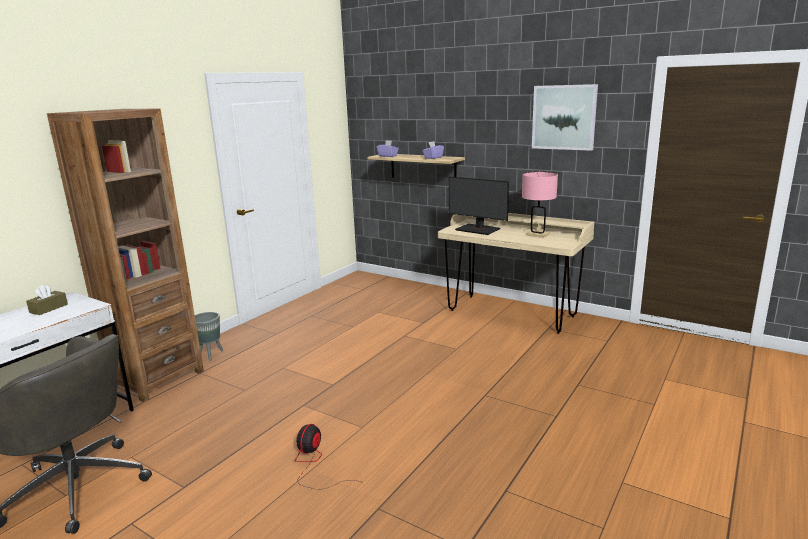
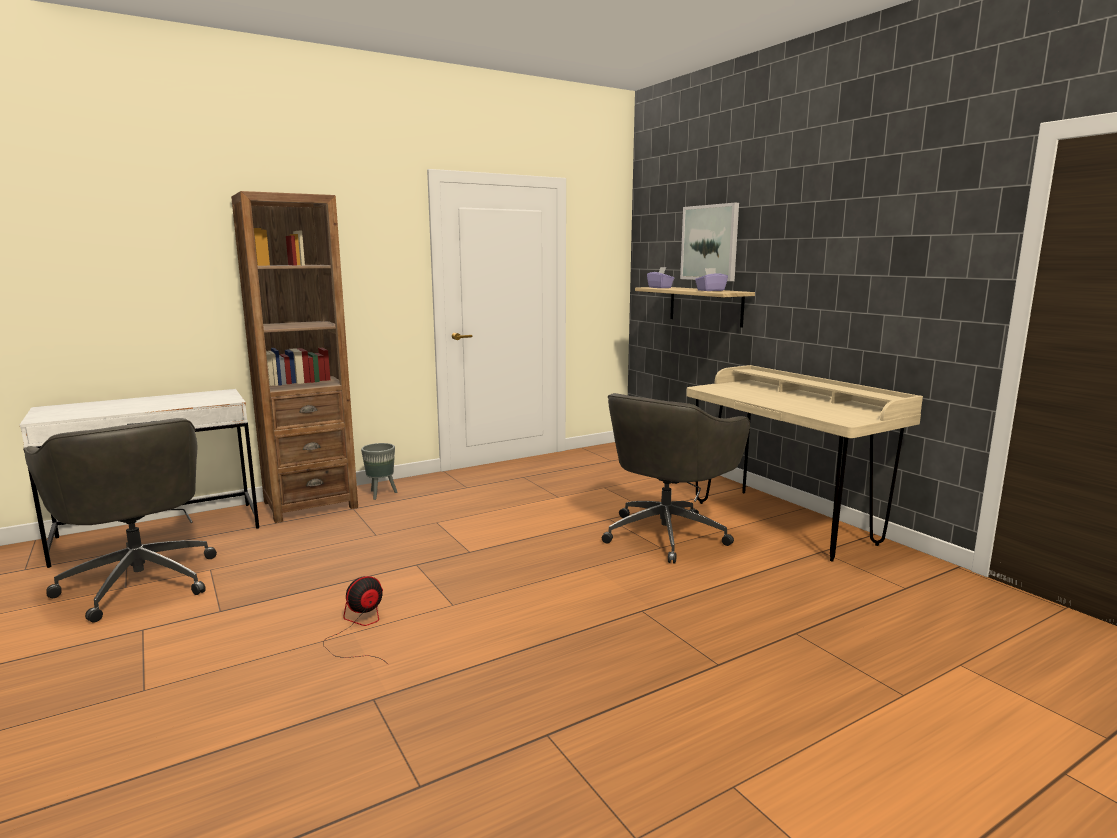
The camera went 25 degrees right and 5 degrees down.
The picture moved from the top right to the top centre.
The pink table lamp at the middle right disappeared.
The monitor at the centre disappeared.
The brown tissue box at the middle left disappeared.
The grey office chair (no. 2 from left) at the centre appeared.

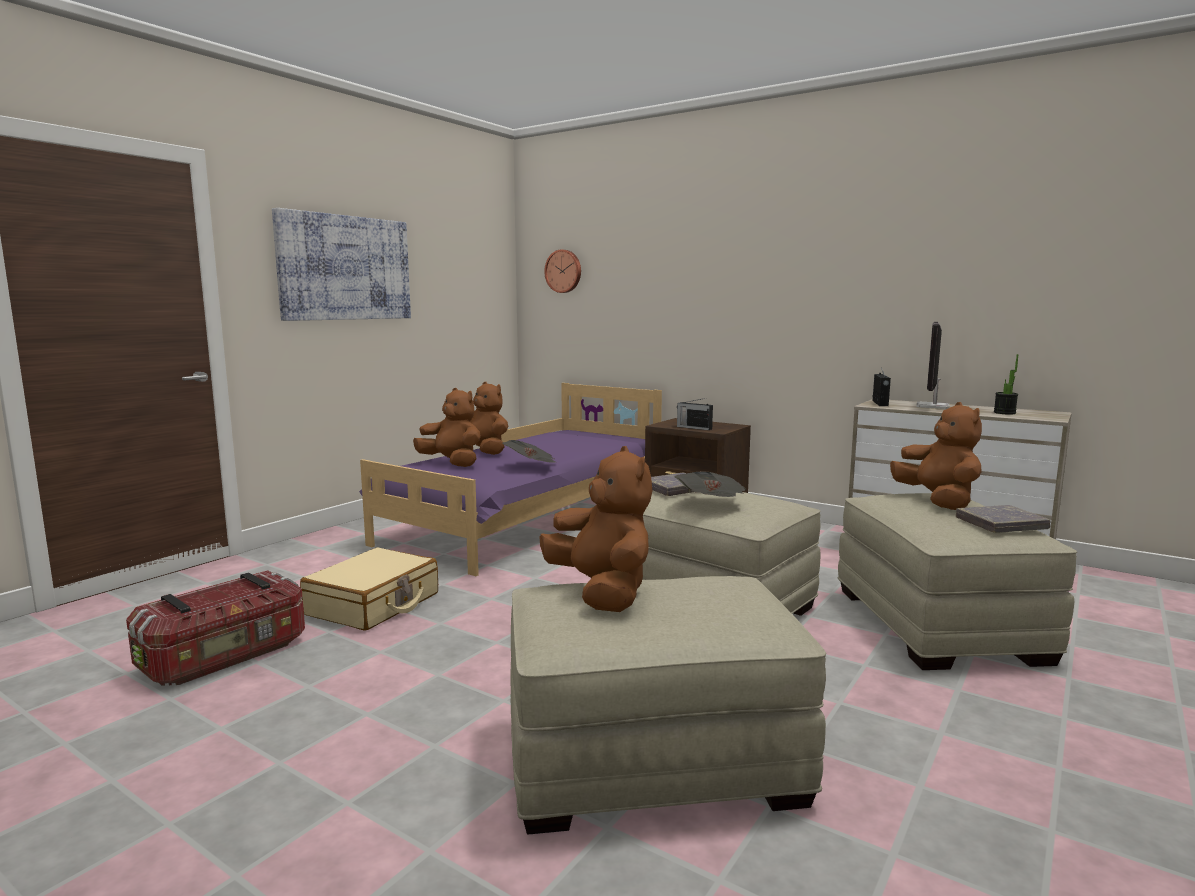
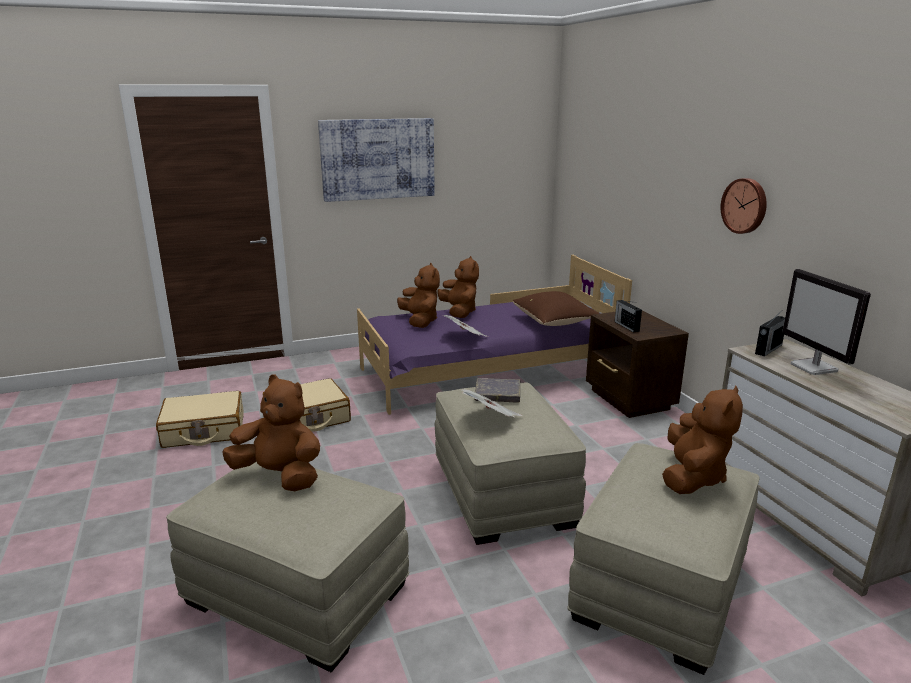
The camera went 35 degrees right and 10 degrees up.
The wall clock moved from the top centre to the top right.
The monitor at the middle right turned 75 degrees counterclockwise.
The potted plant at the middle right disappeared.
The brown plush toy (no. 3 from left in the first image) at the centre turned 75 degrees counterclockwise.
The grey book (no. 2 from left) at the middle right disappeared.
The storage box at the bottom left was replaced by the beige suitcase (no. 1 from left) at the middle left.
The brown pillow at the centre appeared.

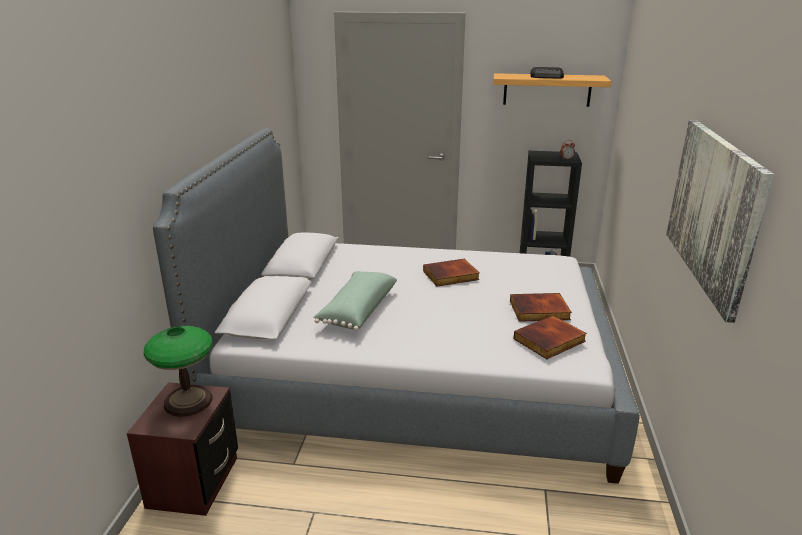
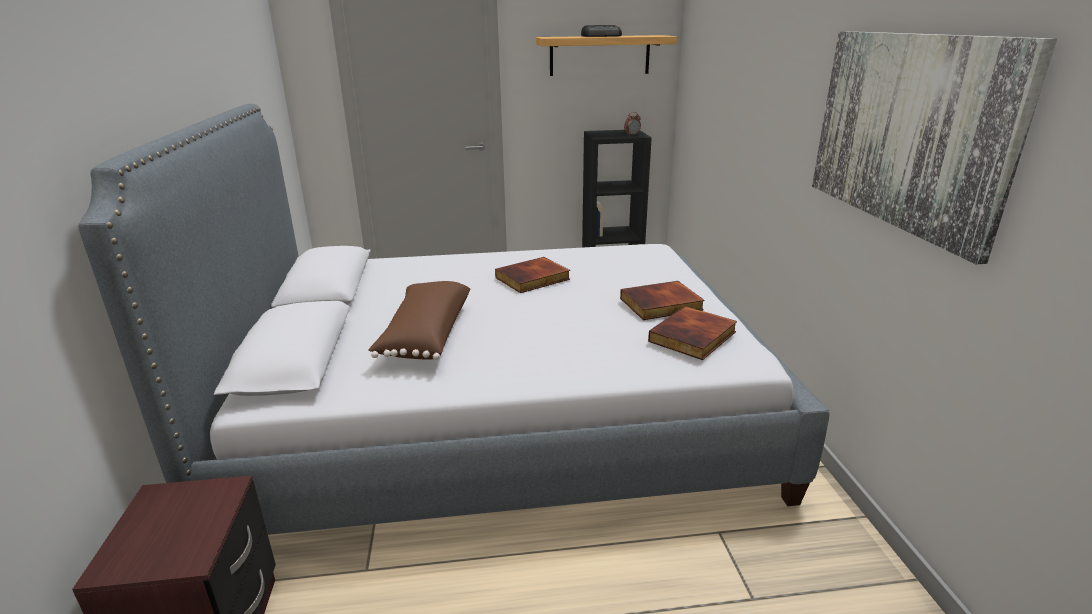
The camera went 15 degrees left and 0 degrees up.
The green pillow at the centre became the brown pillow at the centre.
The table lamp at the bottom left disappeared.

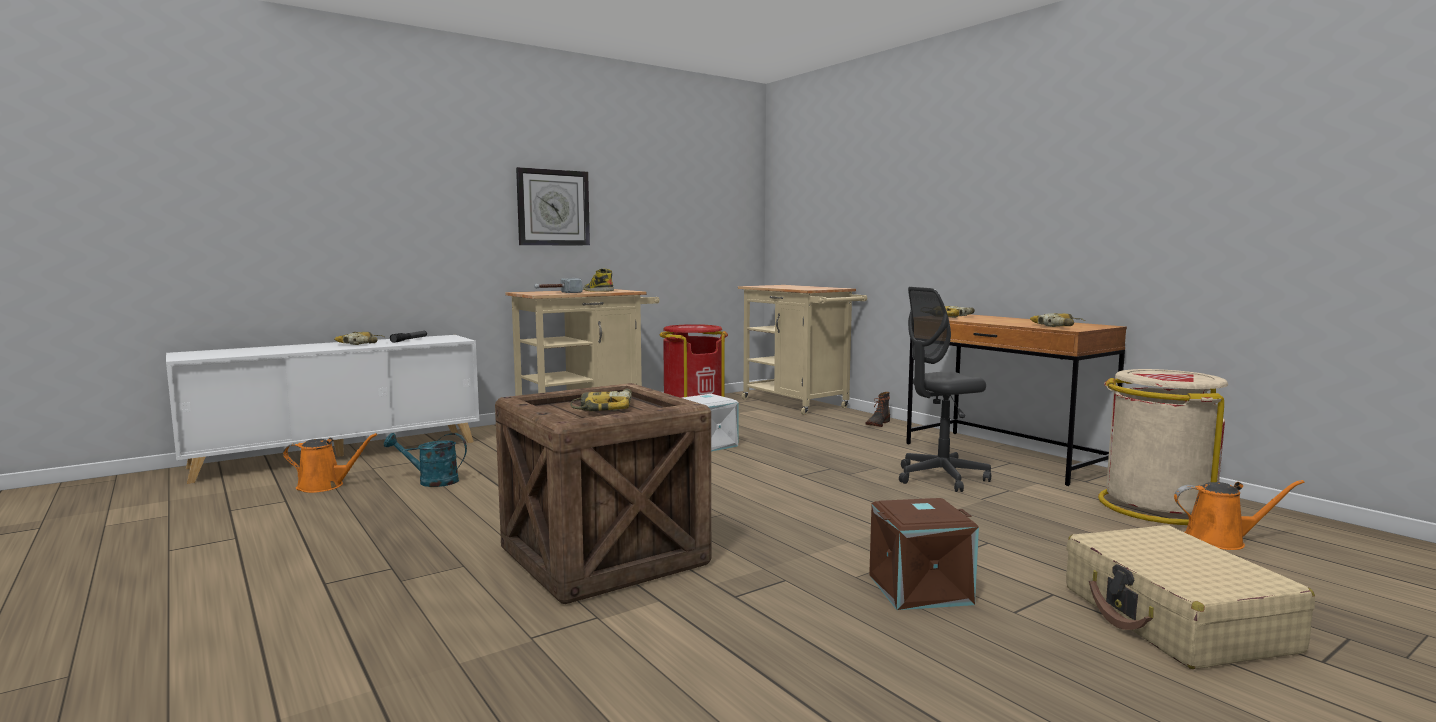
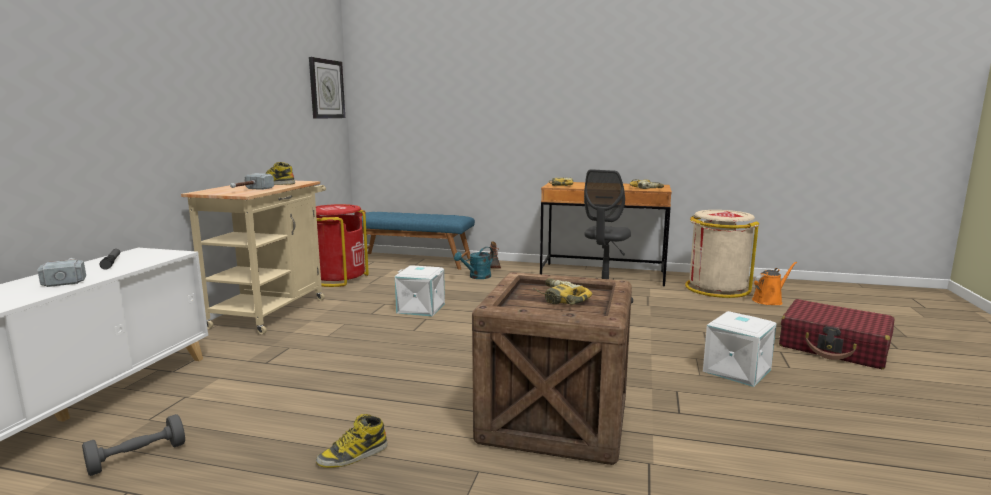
The camera went 40 degrees left and 5 degrees up.
The wall clock moved from the top centre to the top left.
The beige cart (no. 2 from left) at the centre was replaced by the blue bench at the centre.
The power drill (no. 1 from left) at the middle left was replaced by the hammer (no. 1 from left) at the middle left.
The orange watering can (no. 1 from left) at the middle left was replaced by the grey dumbbell at the bottom left.
The turquoise watering can moved from the middle left to the centre.
The brown storage box at the bottom centre became the white storage box (no. 2 from left) at the bottom right.
The beige suitcase at the bottom right became the red suitcase at the bottom right.
The boot (no. 2 from left) at the bottom centre appeared.

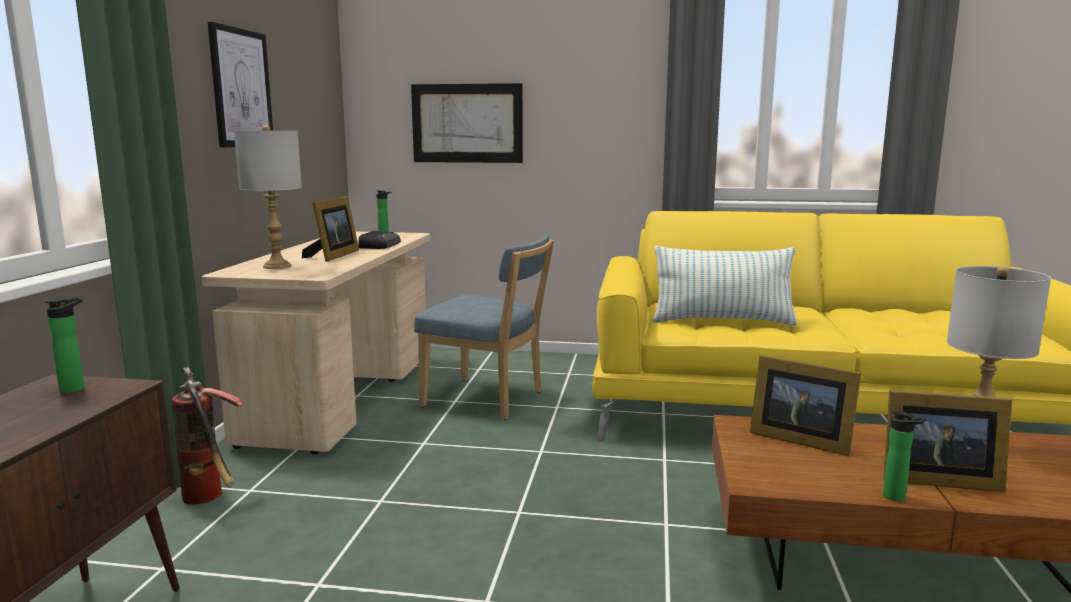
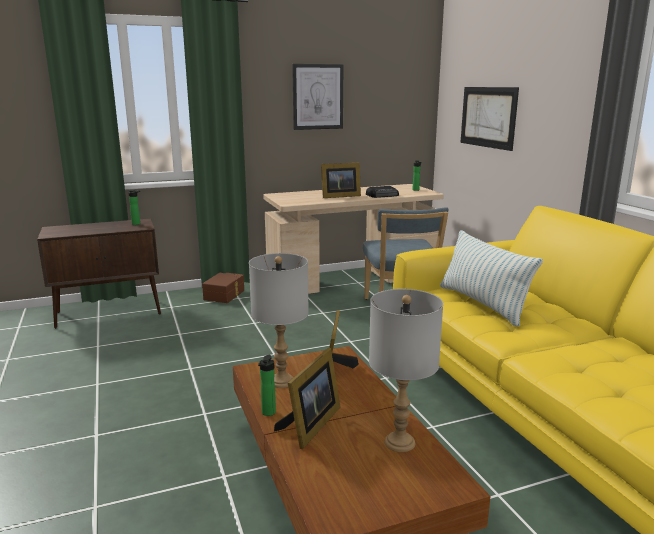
The camera went 60 degrees right and 5 degrees up.
The grey table lamp (no. 1 from left) moved from the top left to the centre.
The fire extinguisher at the bottom left was replaced by the brown storage box at the centre.
The picture frame (no. 3 from left in the first image) at the bottom right turned 135 degrees counterclockwise.

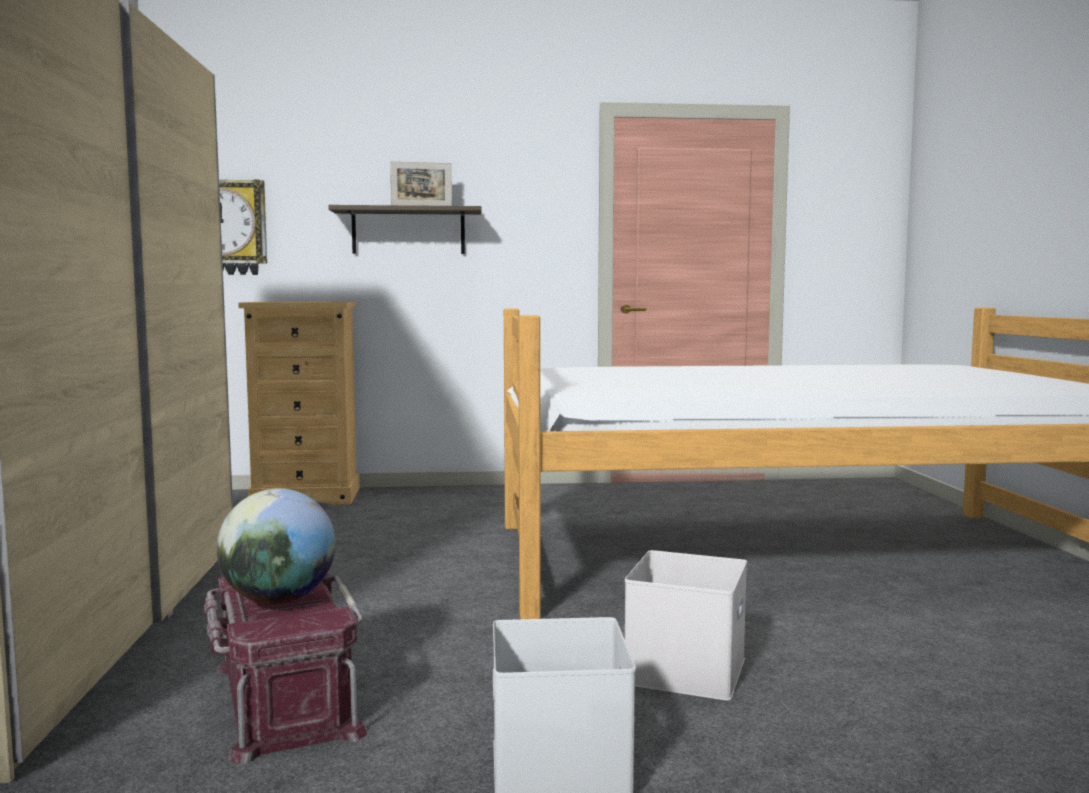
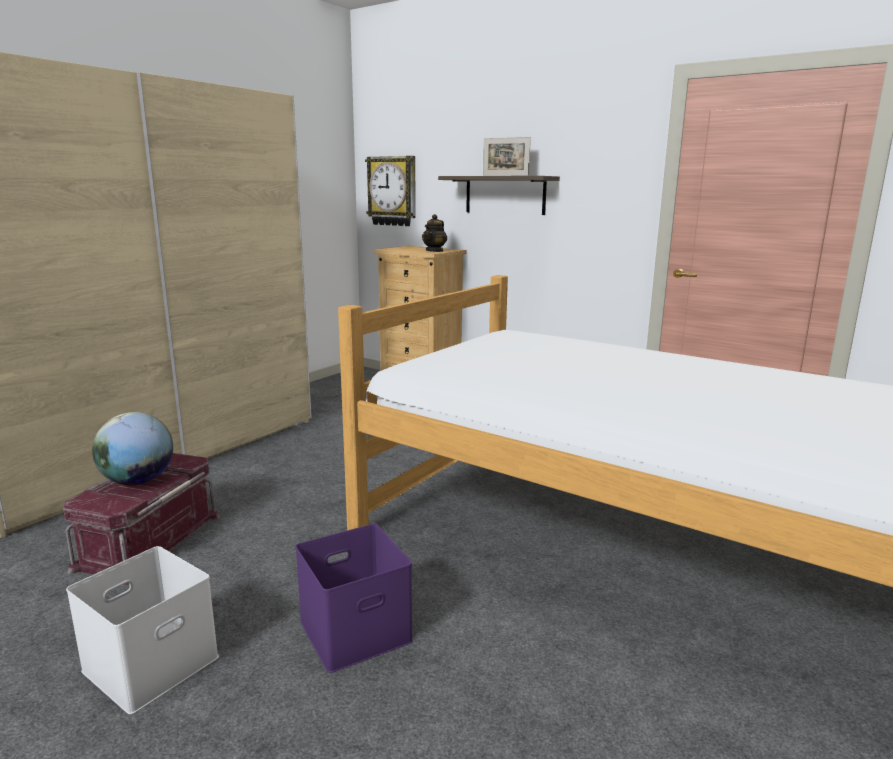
The camera went 40 degrees right and 10 degrees up.
The white storage box (no. 2 from left) at the bottom centre became the purple storage box at the bottom centre.
The teapot at the top centre appeared.

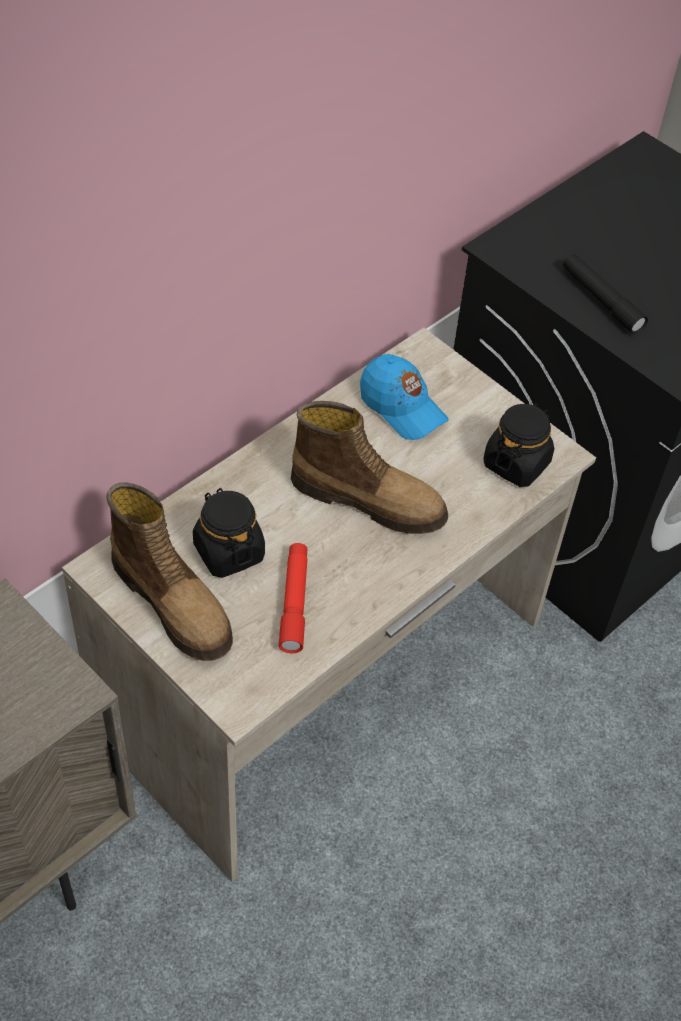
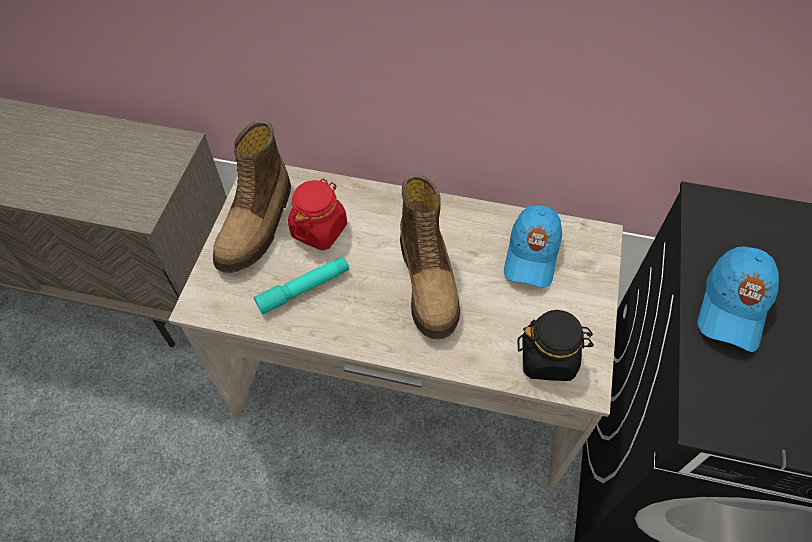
The camera went 60 degrees right and 5 degrees up.
The black flashlight at the top right was replaced by the blue cap (no. 2 from left) at the middle right.
The black jar (no. 1 from left) at the centre became the red jar at the centre.
The red flashlight at the centre became the turquoise flashlight at the centre.

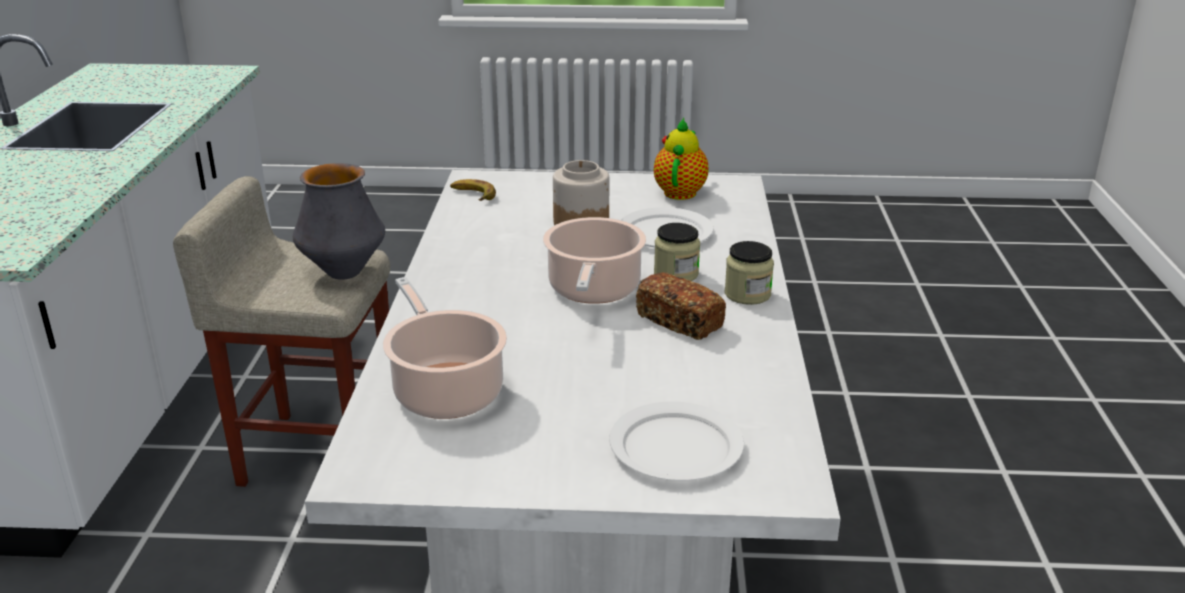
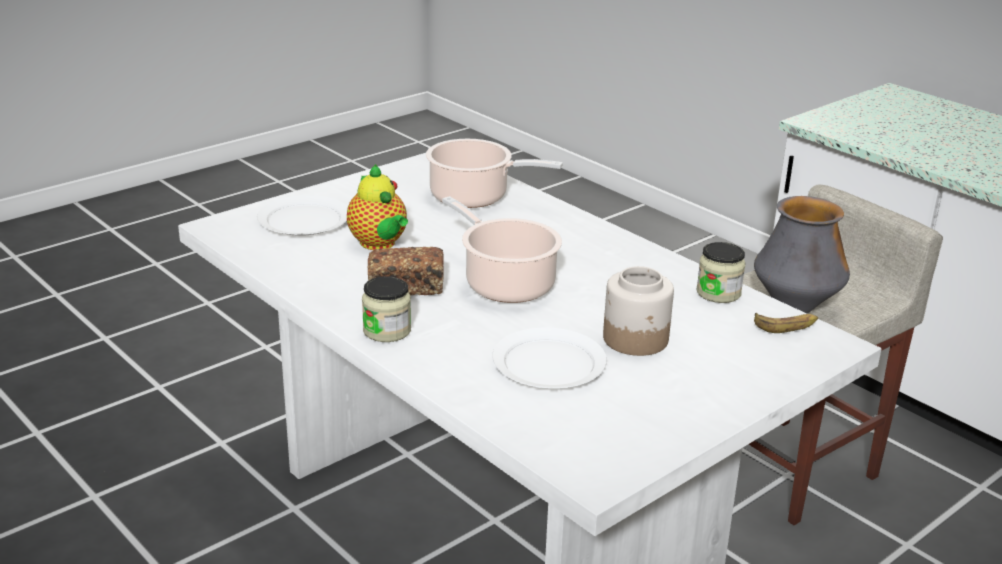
The camera went 135 degrees right and 0 degrees up.
The teapot moved from the top centre to the centre.
The jar (no. 2 from left in the first image) moved from the centre to the middle right.

